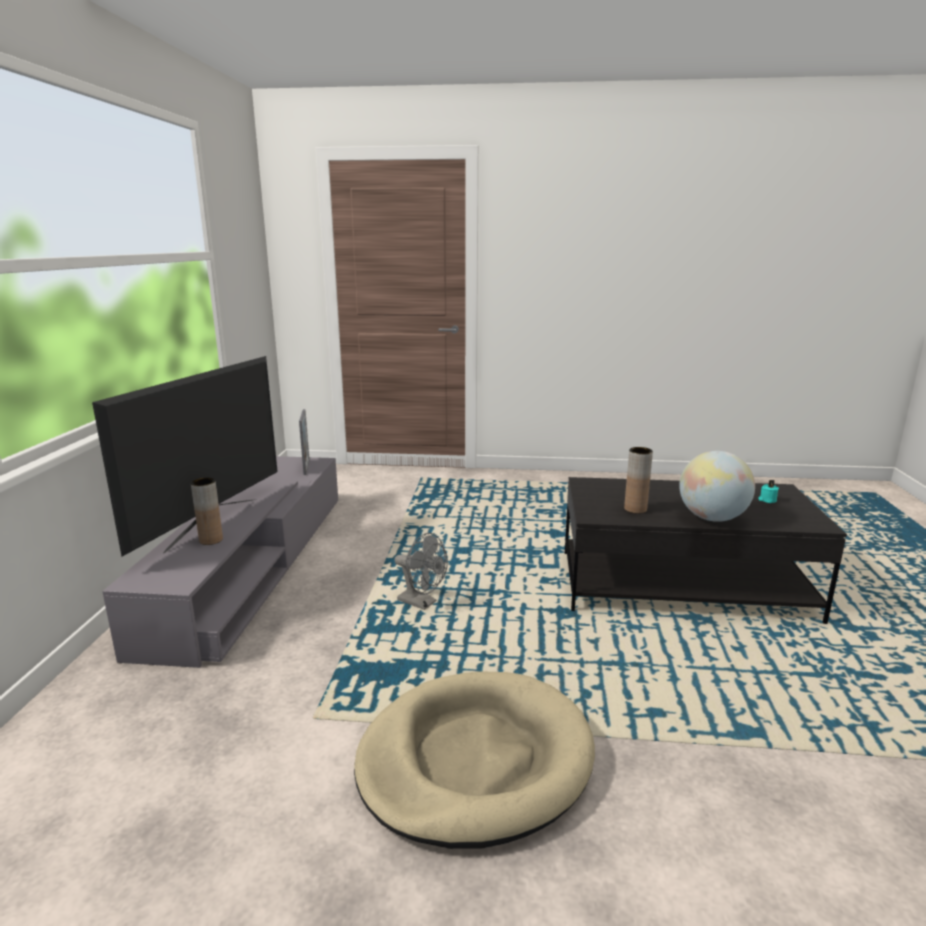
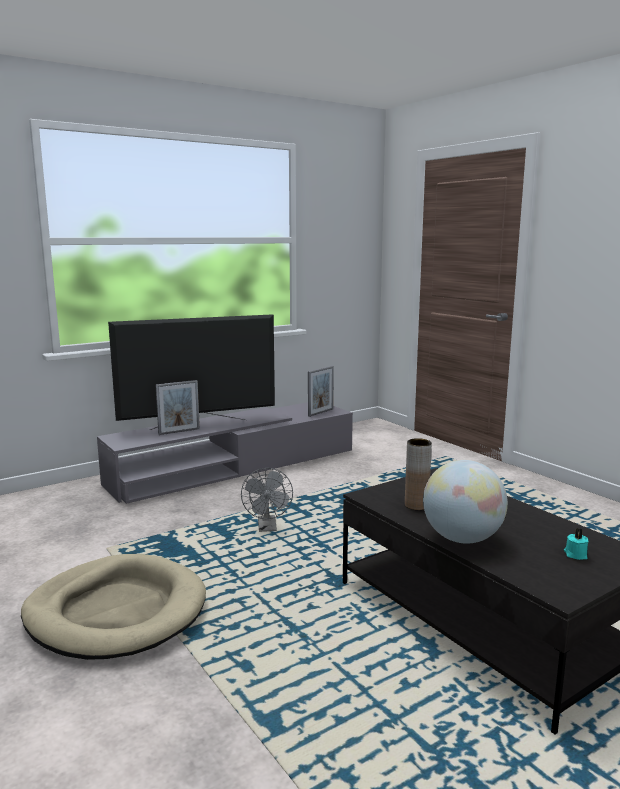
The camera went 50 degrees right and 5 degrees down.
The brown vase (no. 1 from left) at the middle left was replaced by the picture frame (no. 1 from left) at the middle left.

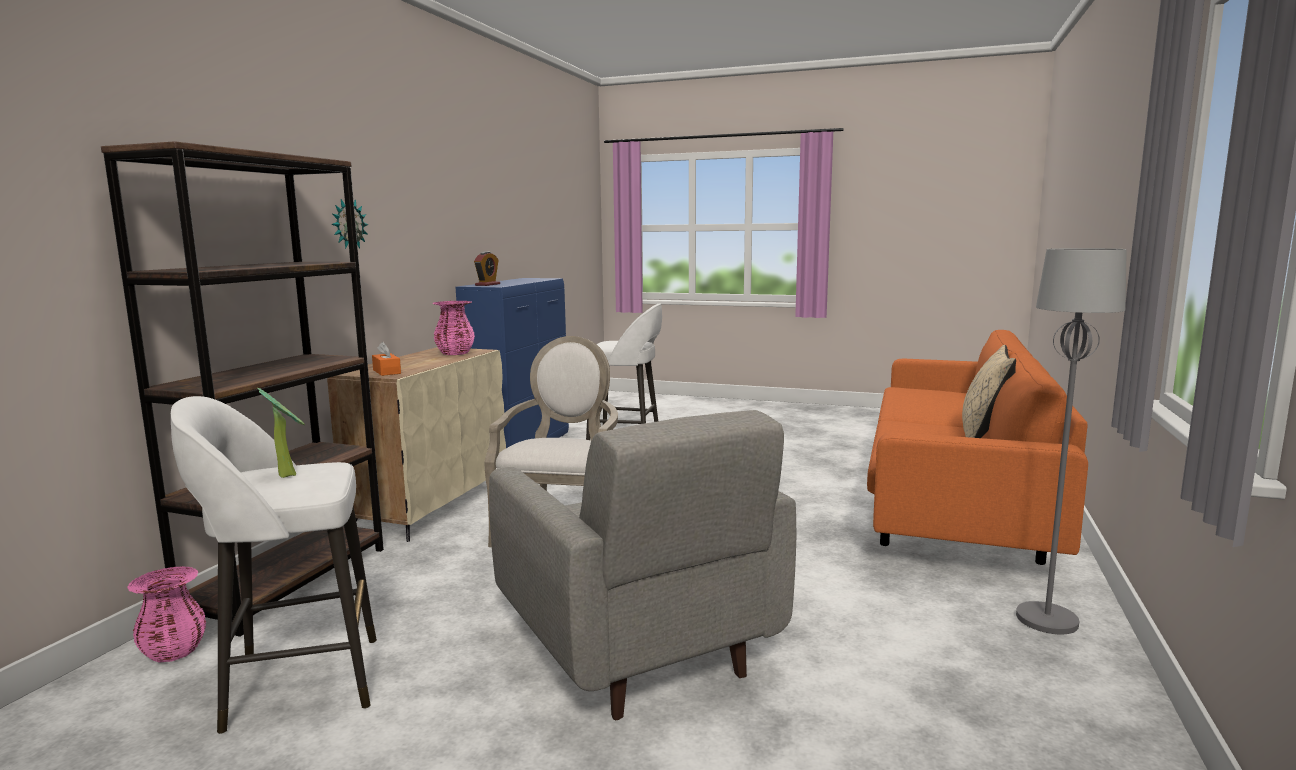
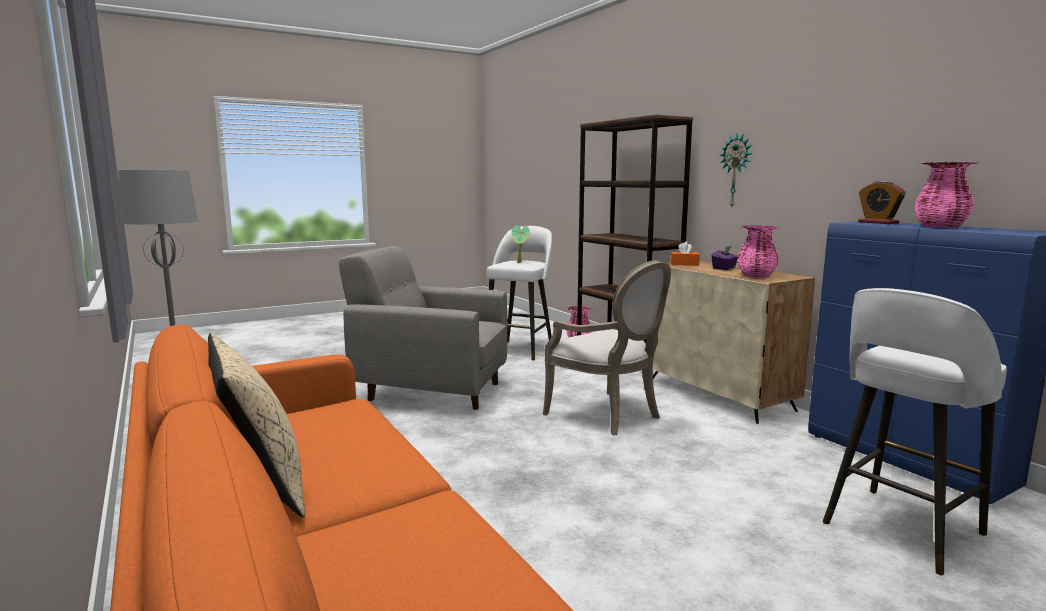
The camera went 130 degrees right and 0 degrees up.
The pink vase (no. 3 from left) at the top right appeared.
The purple tissue box at the middle right appeared.

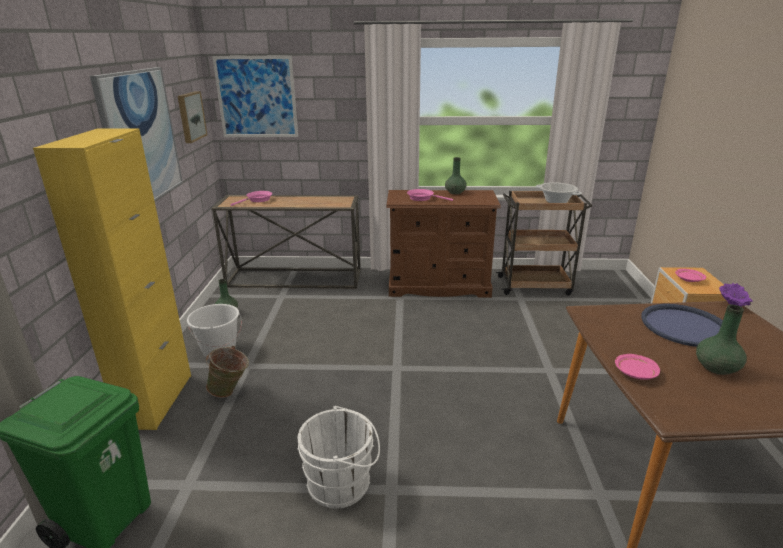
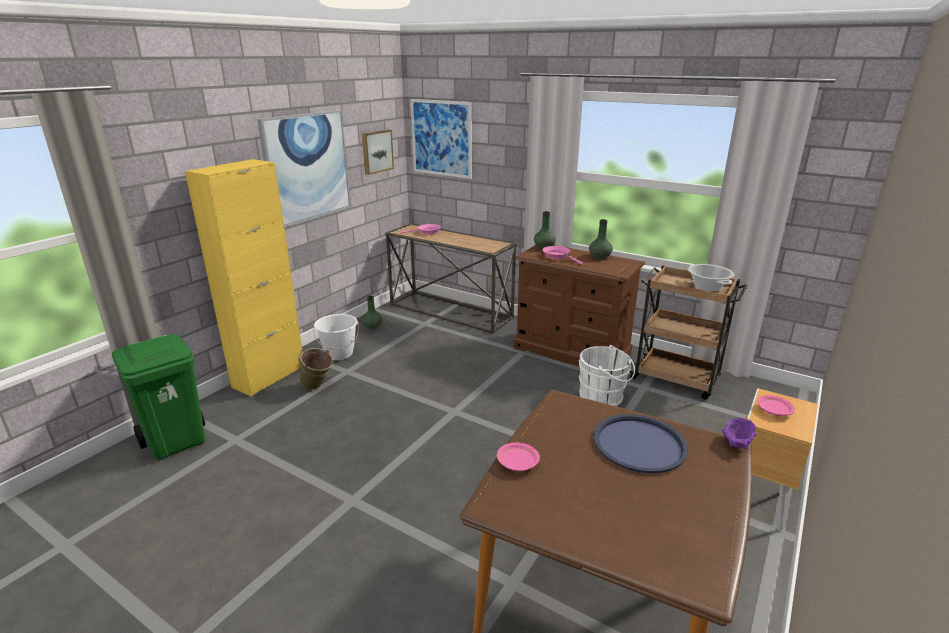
The camera went 30 degrees right and 0 degrees up.
The green vase (no. 3 from left in the first image) moved from the middle right to the centre.
The white bucket (no. 2 from left) moved from the bottom centre to the centre.

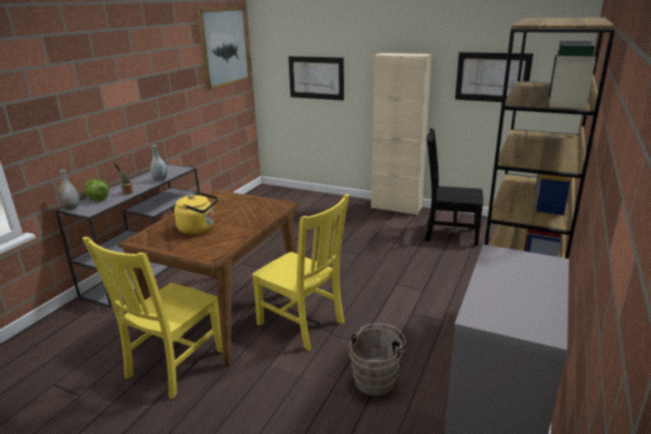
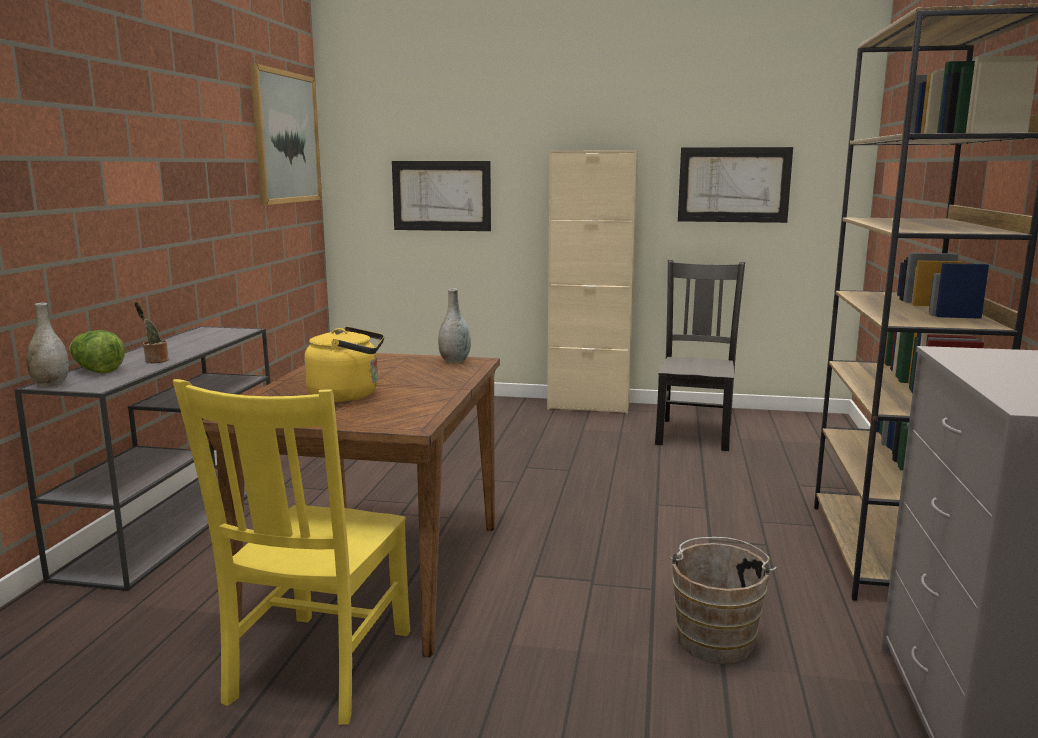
The camera went 15 degrees left and 10 degrees down.
The black chair at the middle right turned 105 degrees clockwise.
The grey vase (no. 2 from left) moved from the middle left to the centre.
The yellow chair (no. 2 from left) at the centre disappeared.

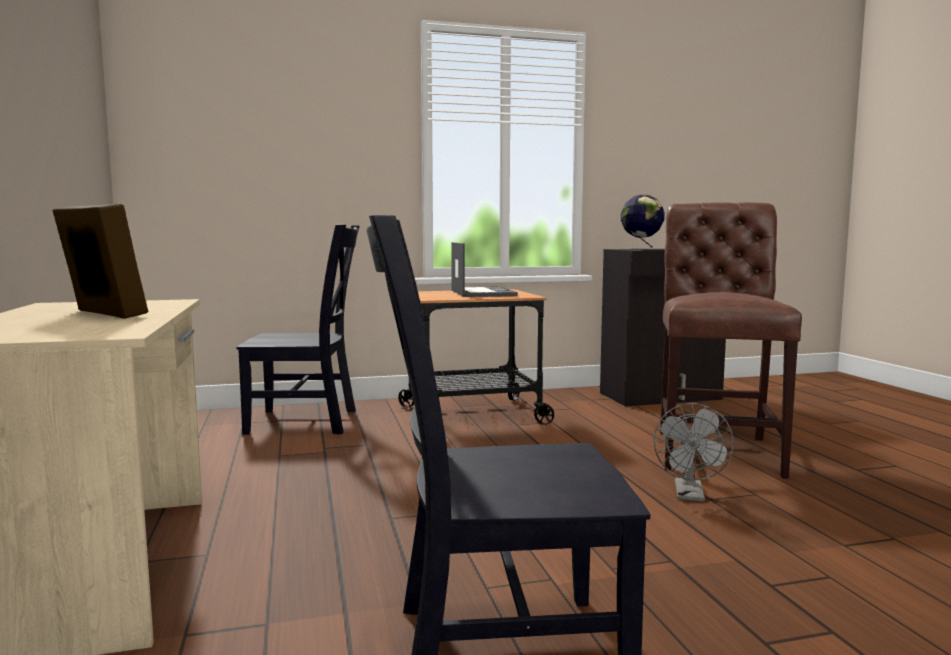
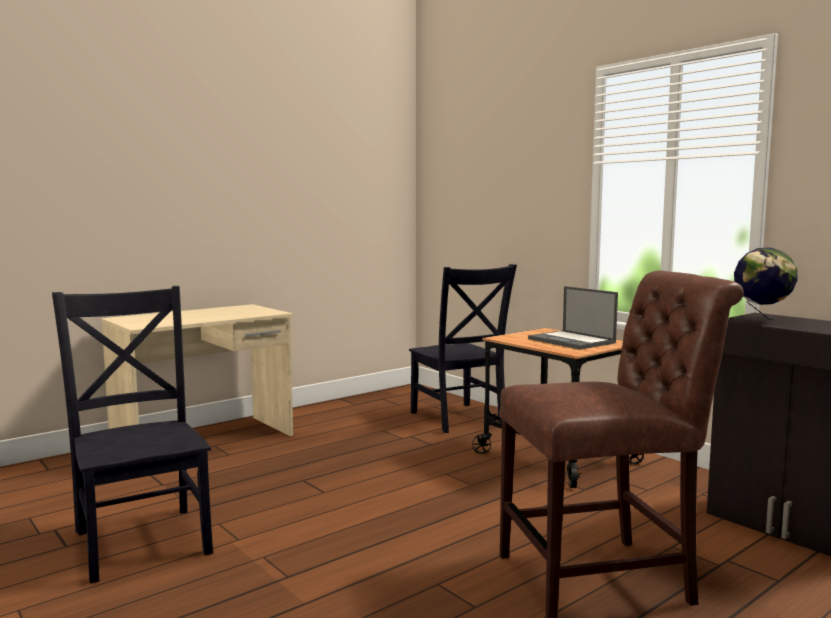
The camera went 65 degrees right and 0 degrees up.
The picture frame at the middle left disappeared.
The laptop at the centre turned 90 degrees clockwise.
The grey fan at the bottom right disappeared.

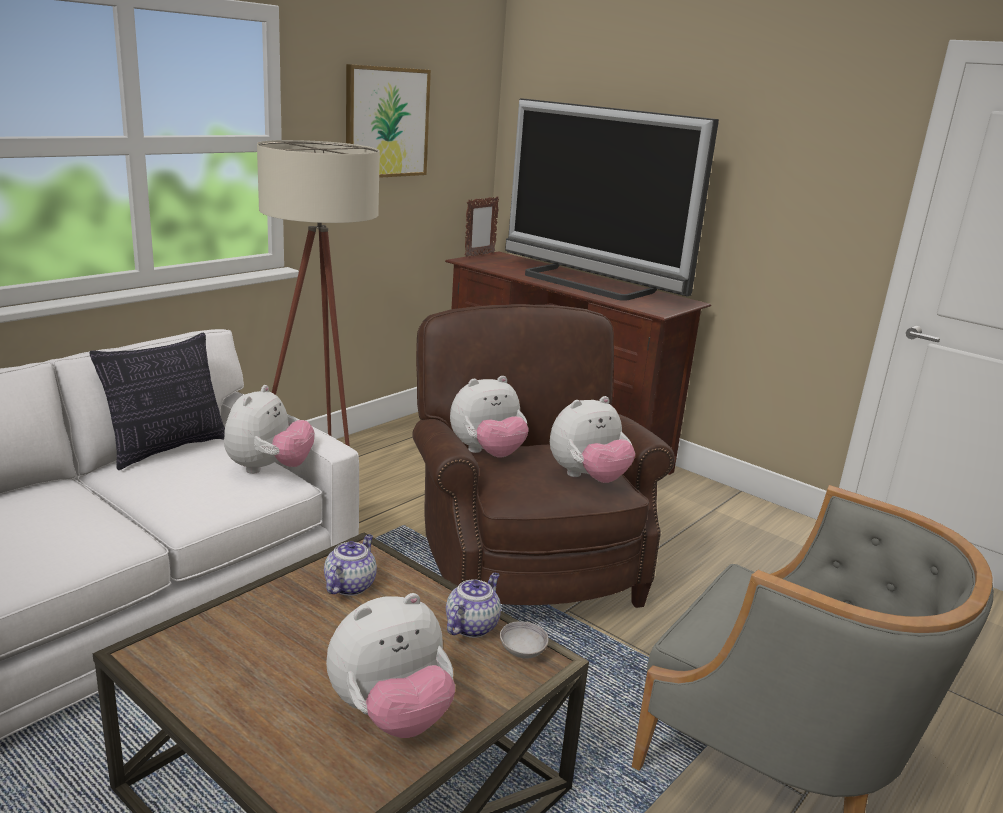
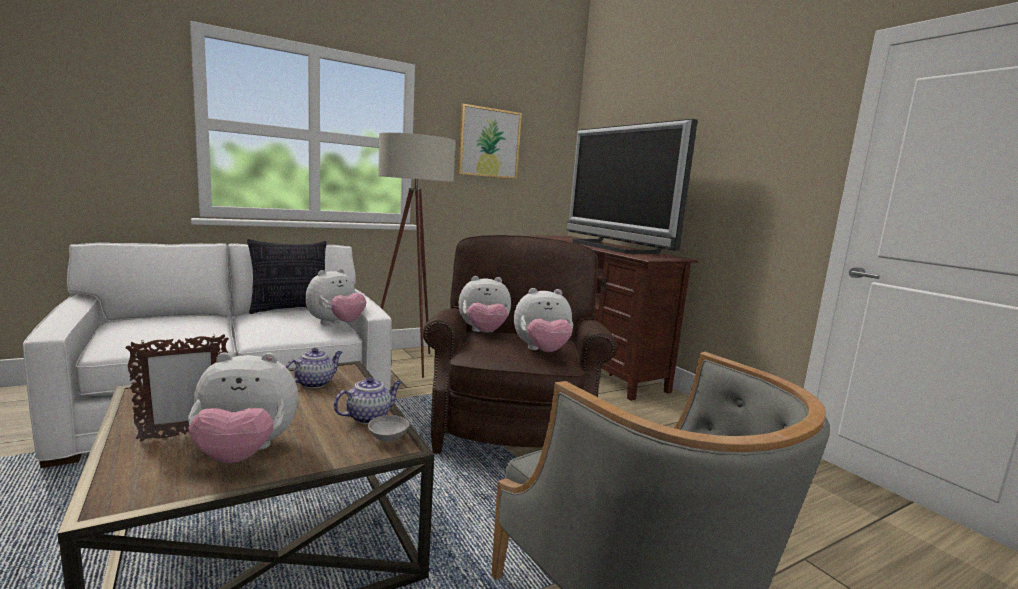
The camera went 20 degrees right and 10 degrees down.
The picture frame moved from the top centre to the middle left.

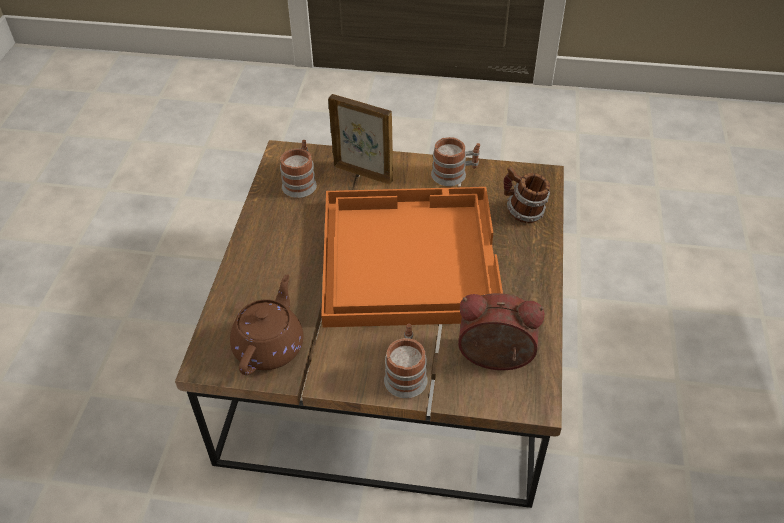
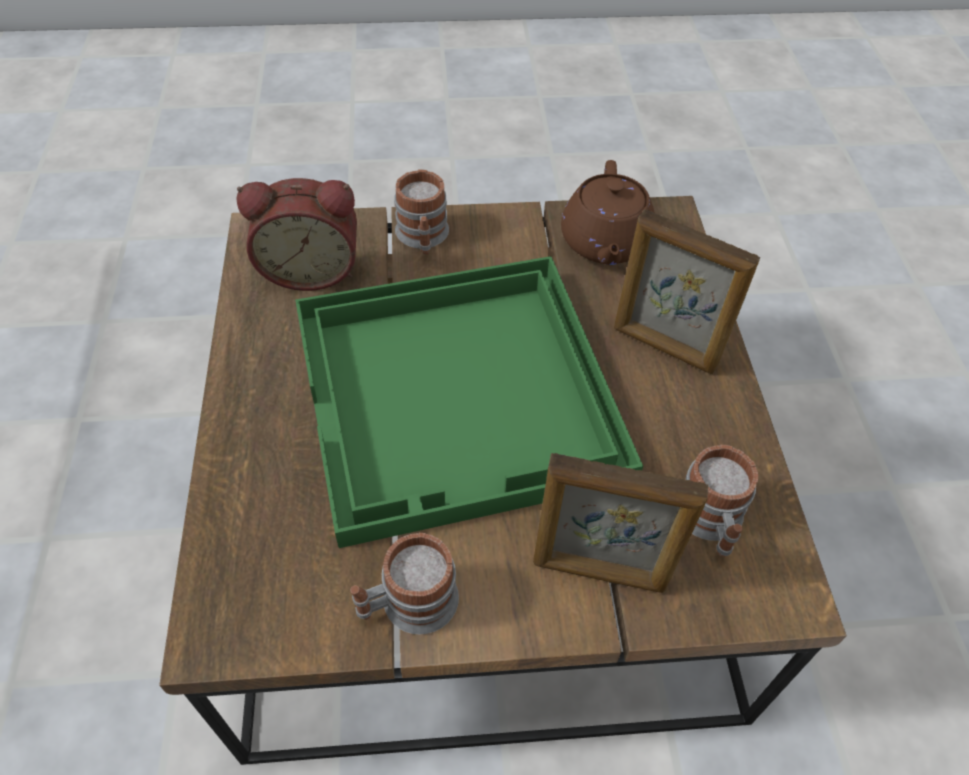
The camera went 165 degrees right and 5 degrees up.
The mug (no. 4 from left) at the middle right disappeared.
The orange tray at the centre became the green tray at the centre.
The picture frame (no. 2 from left) at the middle right appeared.

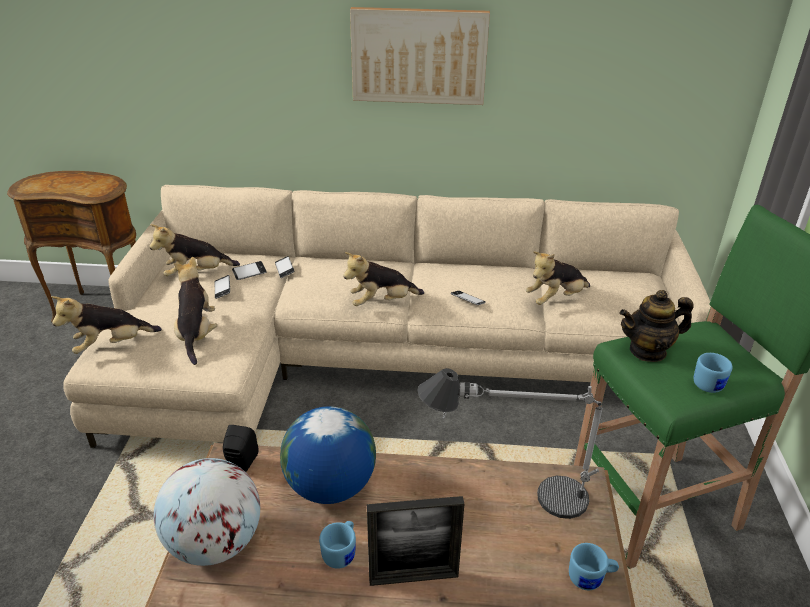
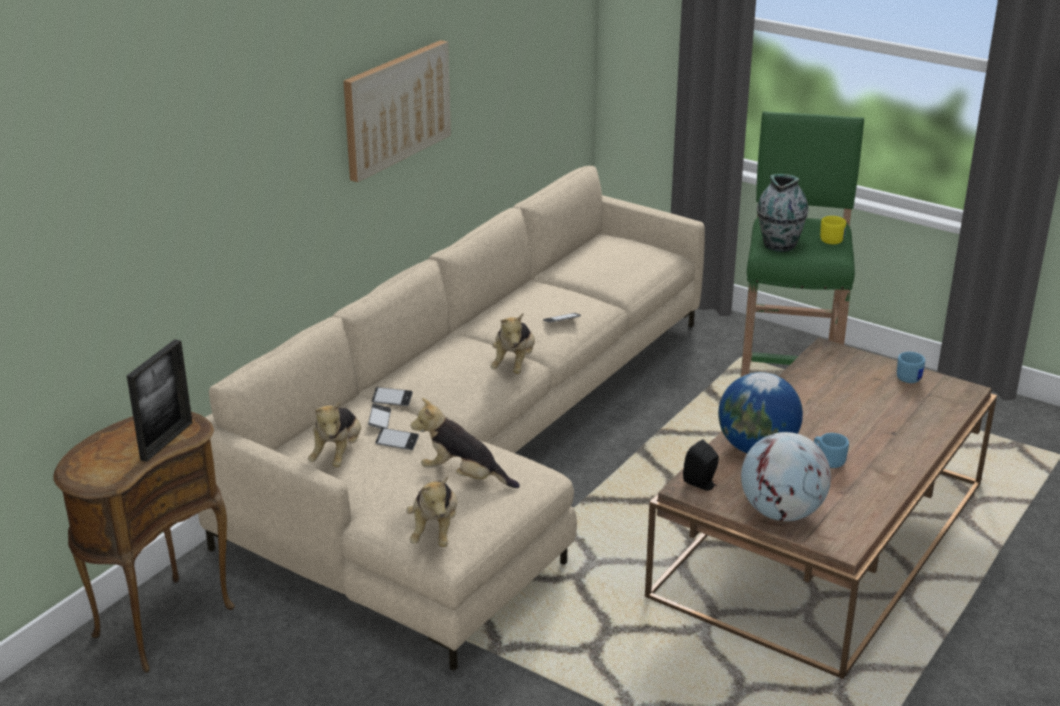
The camera went 60 degrees left and 5 degrees down.
The plush toy (no. 5 from left) at the middle right disappeared.
The teapot at the middle right was replaced by the vase at the top right.
The blue mug (no. 3 from left) at the middle right became the yellow mug at the top right.
The table lamp at the bottom centre disappeared.
The picture frame moved from the bottom centre to the middle left.

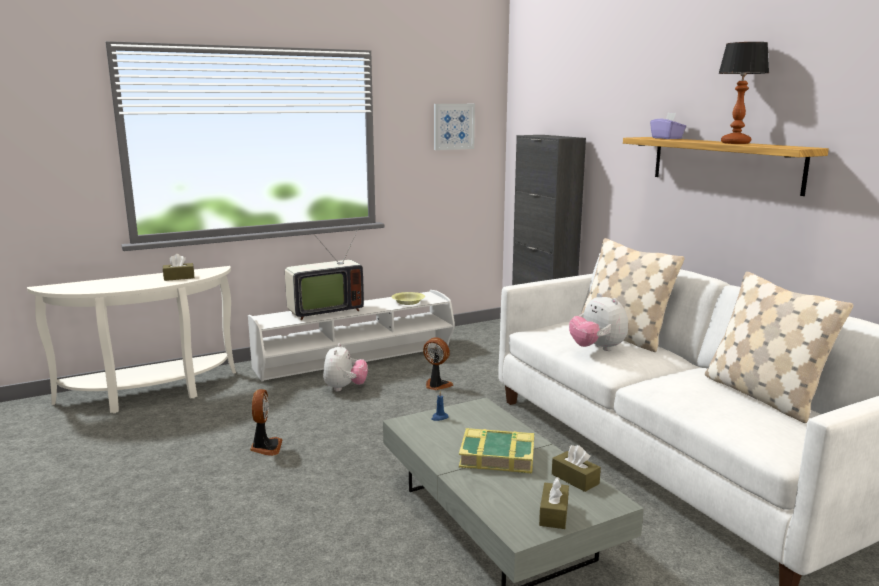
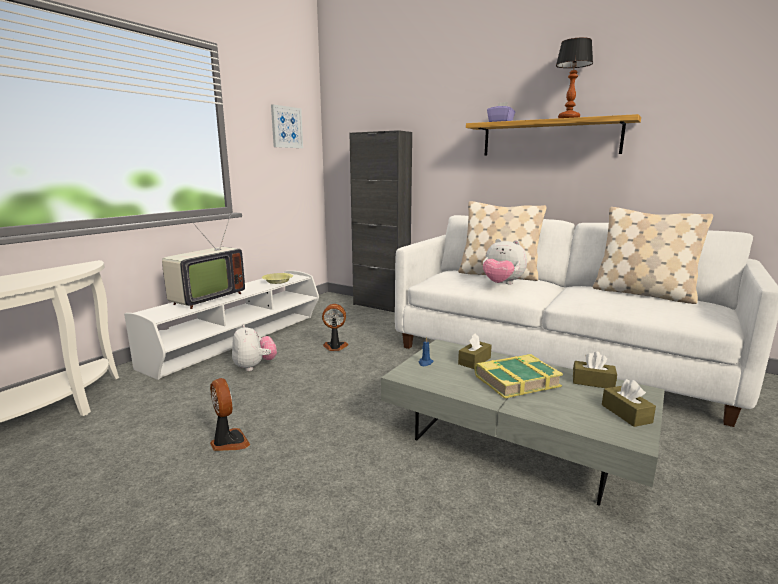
The camera went 30 degrees left and 0 degrees up.
The brown tissue box (no. 1 from left) moved from the middle left to the centre.

